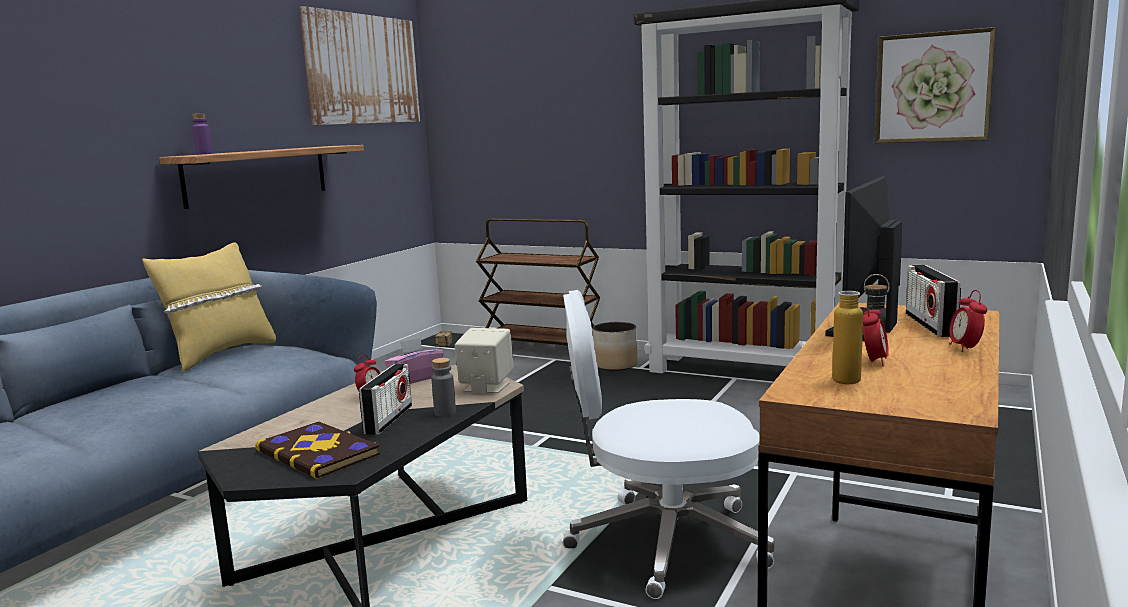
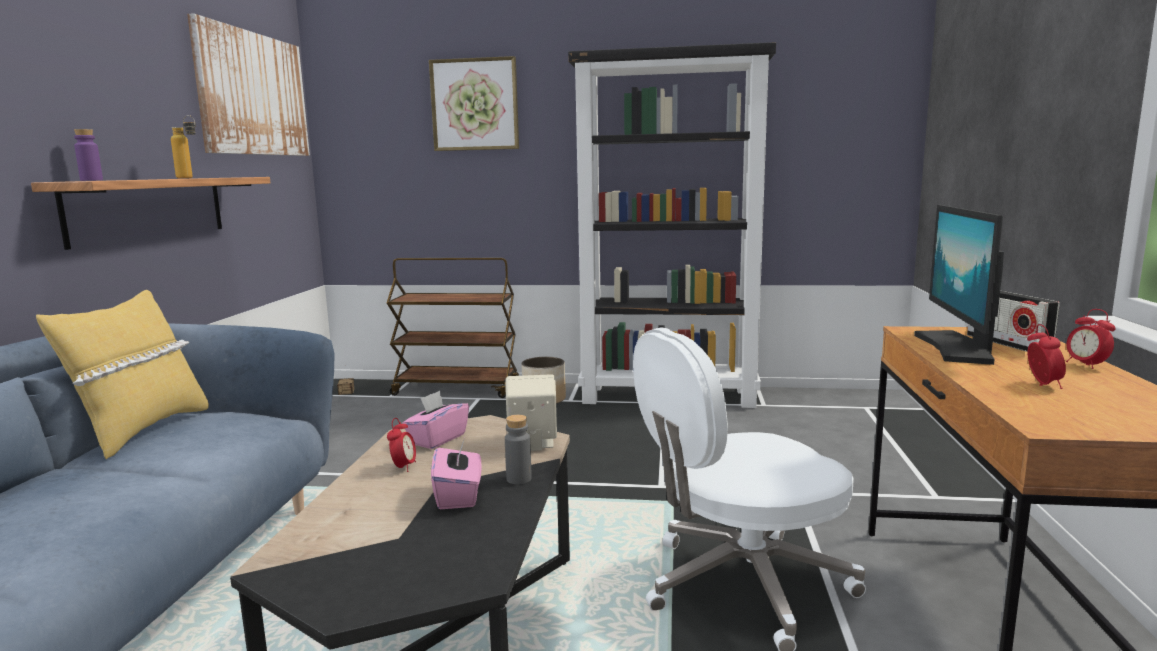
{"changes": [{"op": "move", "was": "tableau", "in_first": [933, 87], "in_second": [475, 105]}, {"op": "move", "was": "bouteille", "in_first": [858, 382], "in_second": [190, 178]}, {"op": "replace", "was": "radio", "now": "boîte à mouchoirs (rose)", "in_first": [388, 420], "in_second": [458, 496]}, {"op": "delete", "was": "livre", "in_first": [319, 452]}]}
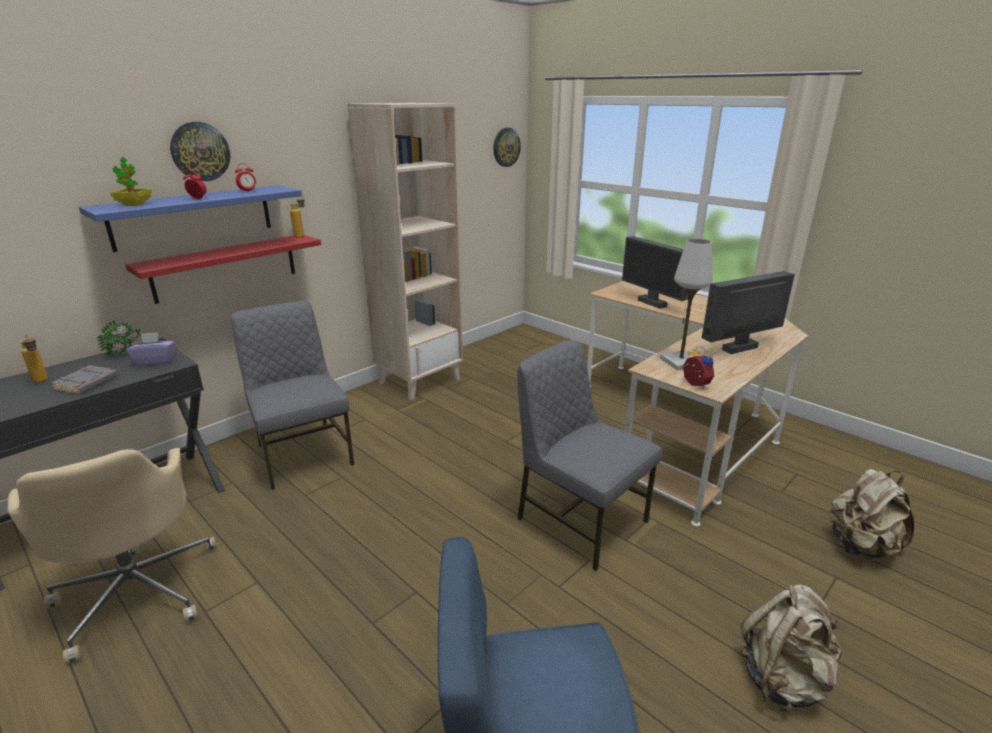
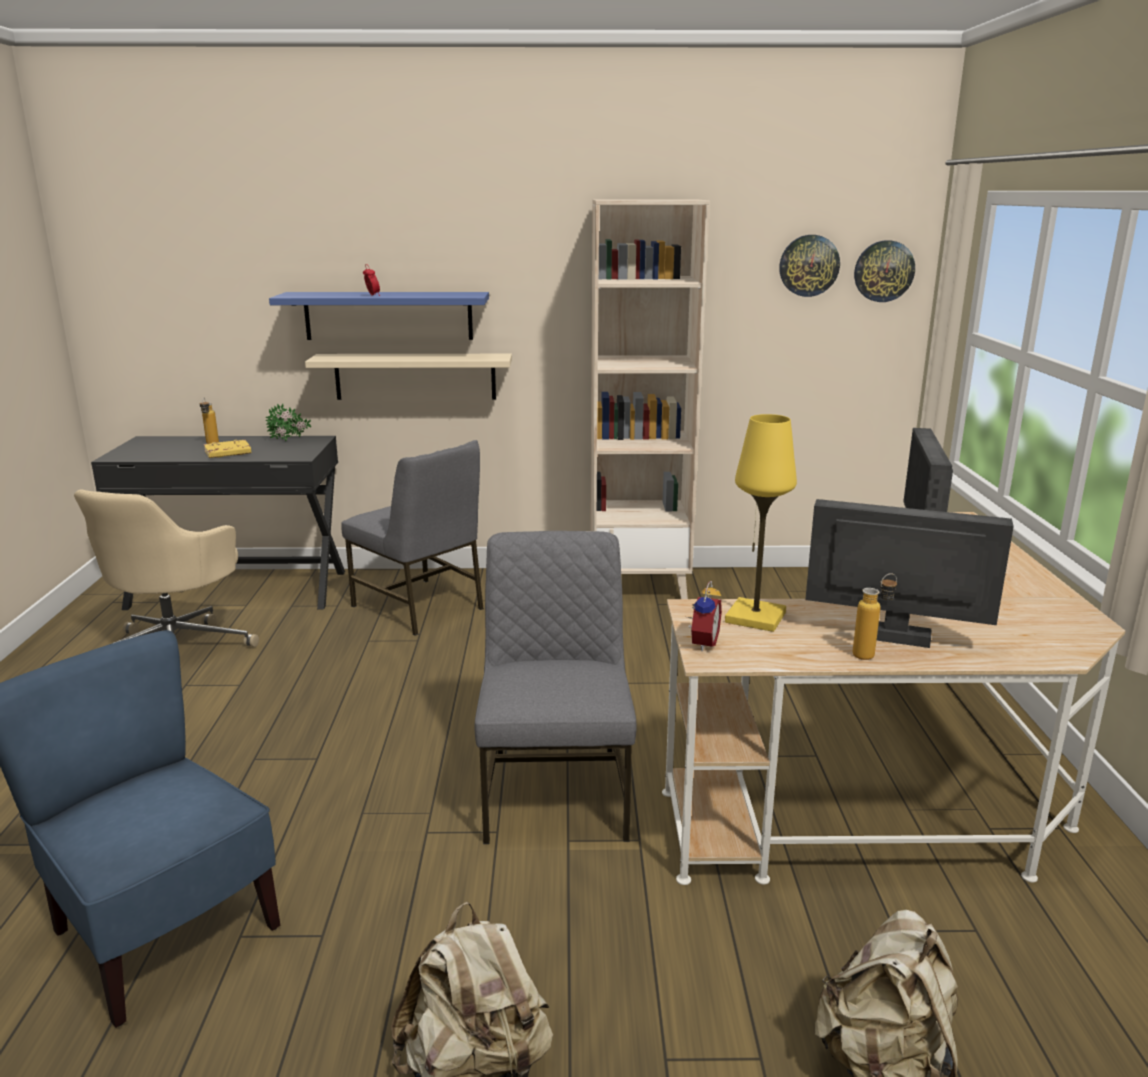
{"changes": [{"op": "move", "was": "horloge murale", "in_first": [200, 151], "in_second": [809, 265]}, {"op": "delete", "was": "plante en pot", "in_first": [134, 204]}, {"op": "delete", "was": "réveil", "in_first": [248, 191]}, {"op": "move", "was": "bouteille", "in_first": [302, 236], "in_second": [870, 654]}, {"op": "recolor", "was": "étagère (rouge)", "now": "étagère (beige)", "in_first": [226, 267], "in_second": [415, 376]}, {"op": "recolor", "was": "lampe de table (blanc)", "now": "lampe de table (jaune)", "in_first": [680, 362], "in_second": [755, 617]}, {"op": "rotate", "was": "chaise (gris)", "in_first": [303, 454], "in_second": [420, 607], "clockwise": 120}, {"op": "delete", "was": "boîte à mouchoirs (violet)", "in_first": [155, 361]}, {"op": "recolor", "was": "livre (gris)", "now": "livre (jaune)", "in_first": [86, 383], "in_second": [227, 453]}]}
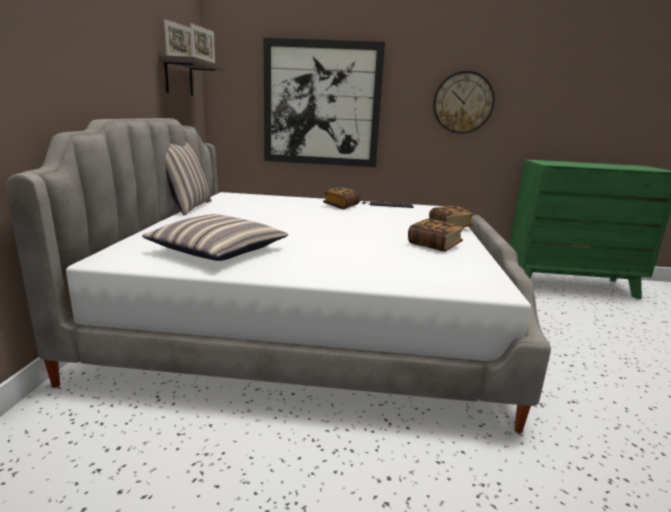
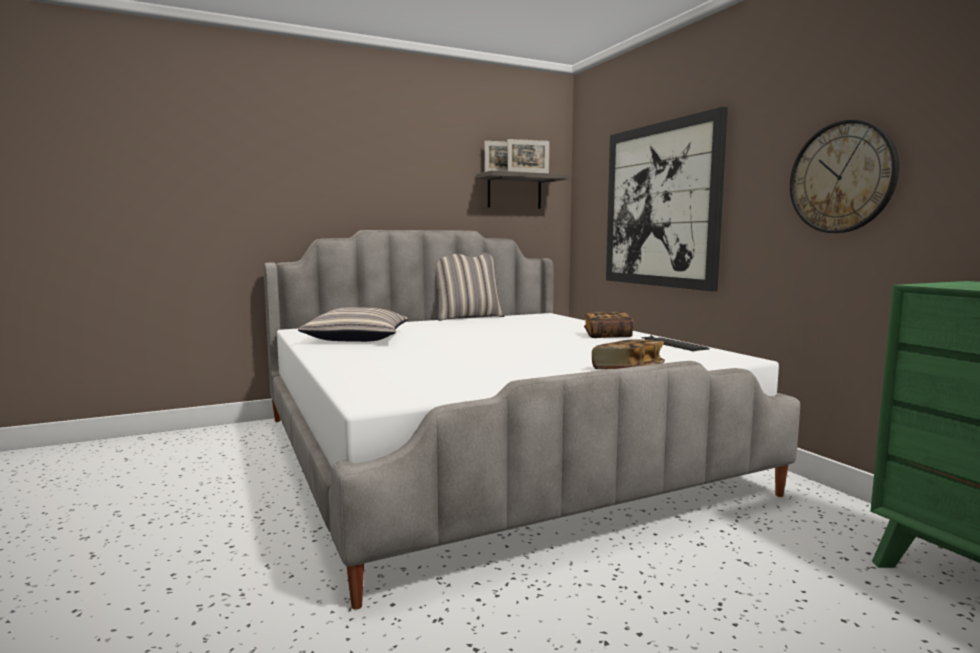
{"changes": [{"op": "delete", "was": "livre", "in_first": [434, 245]}]}
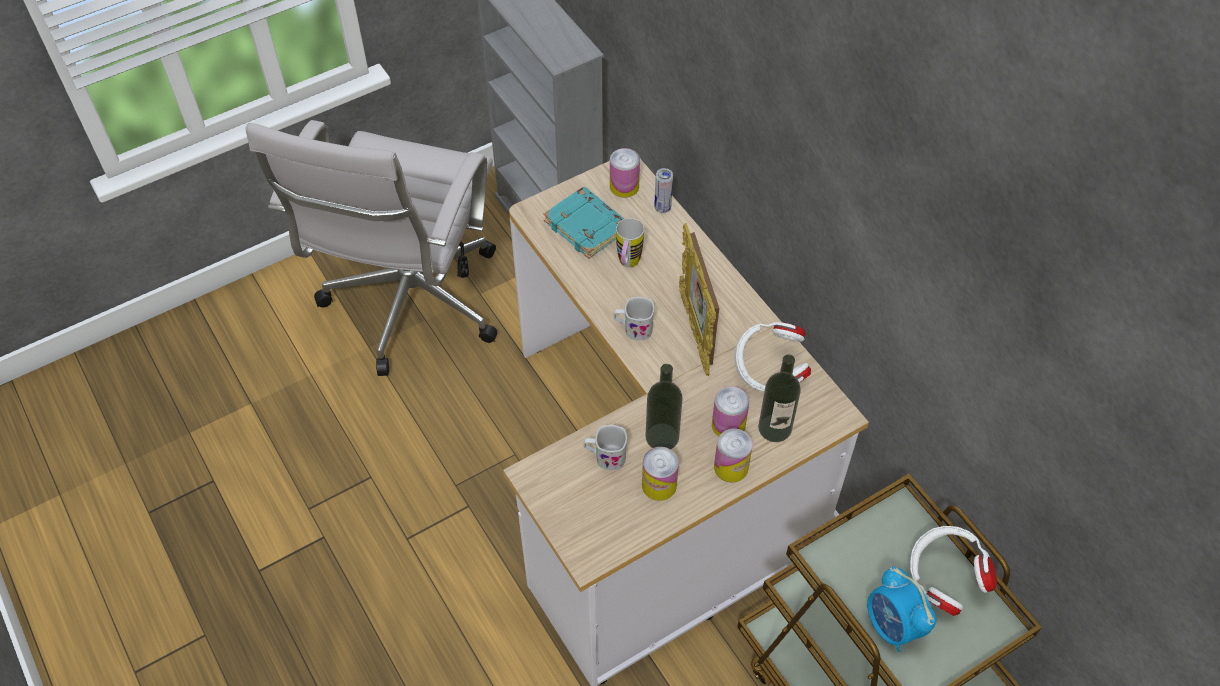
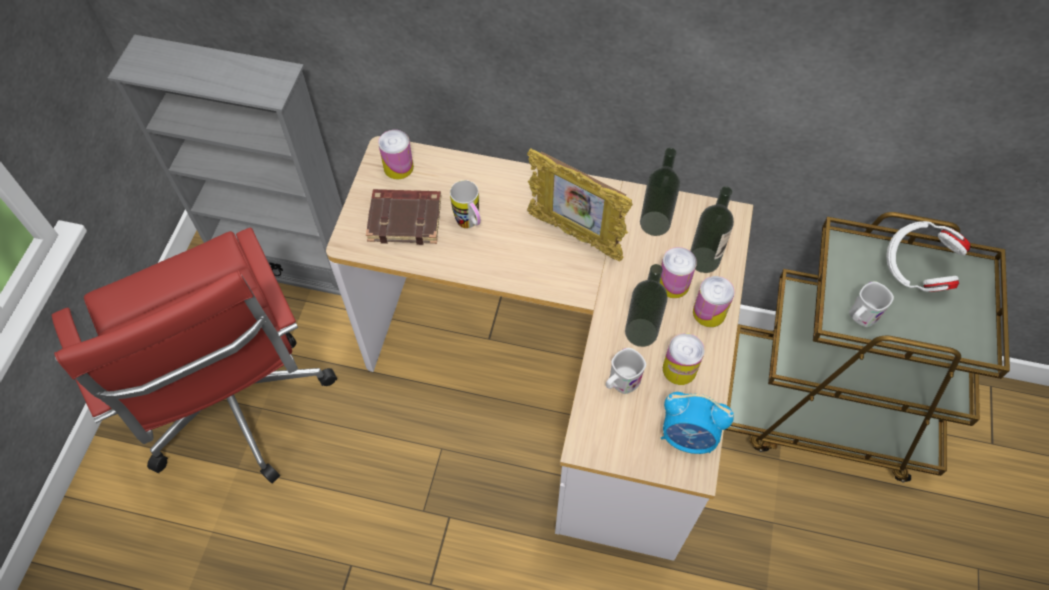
{"changes": [{"op": "recolor", "was": "chaise de bureau (blanc)", "now": "chaise de bureau (rouge)", "in_first": [411, 308], "in_second": [239, 408]}, {"op": "delete", "was": "boîte métallique", "in_first": [662, 208]}, {"op": "recolor", "was": "livre (turquoise)", "now": "livre (marron)", "in_first": [588, 226], "in_second": [406, 219]}, {"op": "move", "was": "mug (blanc)", "in_first": [633, 329], "in_second": [860, 317]}, {"op": "replace", "was": "casque audio (blanc)", "now": "bouteille", "in_first": [768, 372], "in_second": [655, 223]}, {"op": "move", "was": "réveil", "in_first": [892, 626], "in_second": [688, 437]}]}
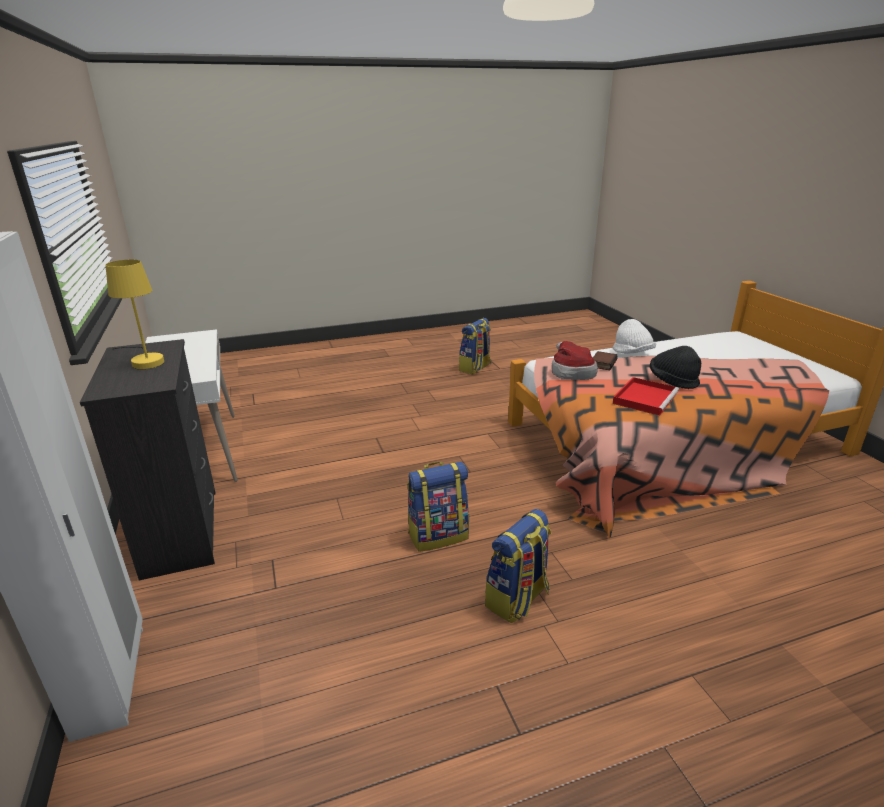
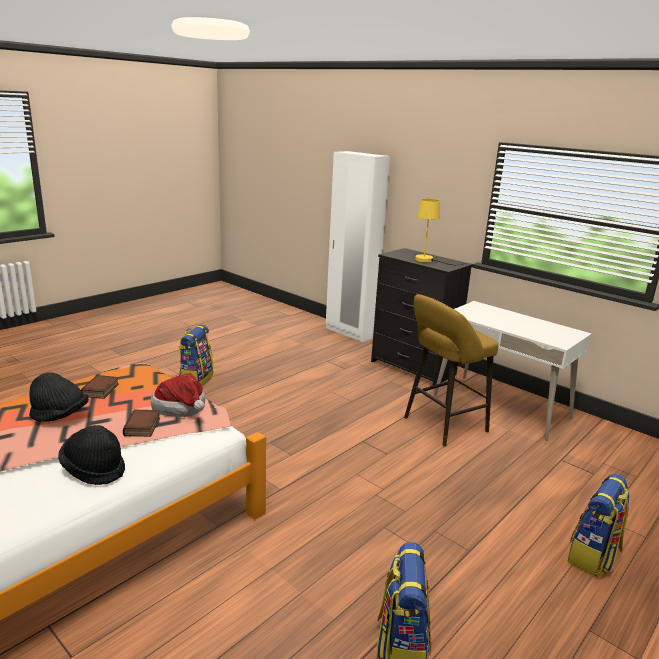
{"changes": [{"op": "recolor", "was": "chapeau (blanc)", "now": "chapeau (noir)", "in_first": [632, 353], "in_second": [94, 469]}, {"op": "replace", "was": "plateau (rouge)", "now": "livre", "in_first": [645, 398], "in_second": [101, 390]}, {"op": "move", "was": "sac à dos", "in_first": [438, 535], "in_second": [593, 556]}, {"op": "insert", "now": "tabouret (jaune)", "in_second": [441, 425]}]}
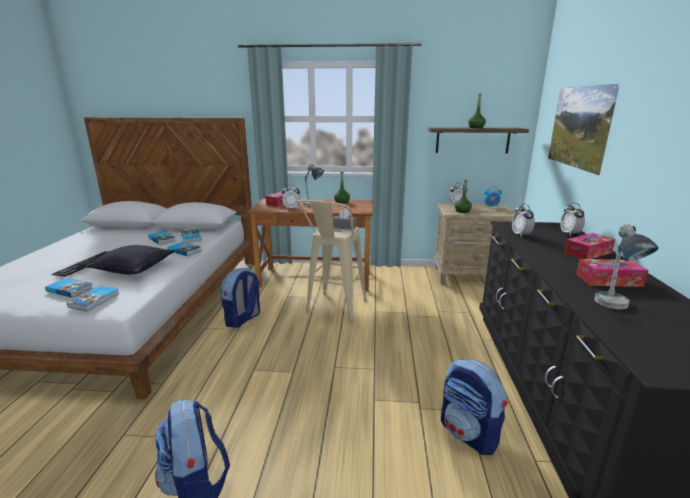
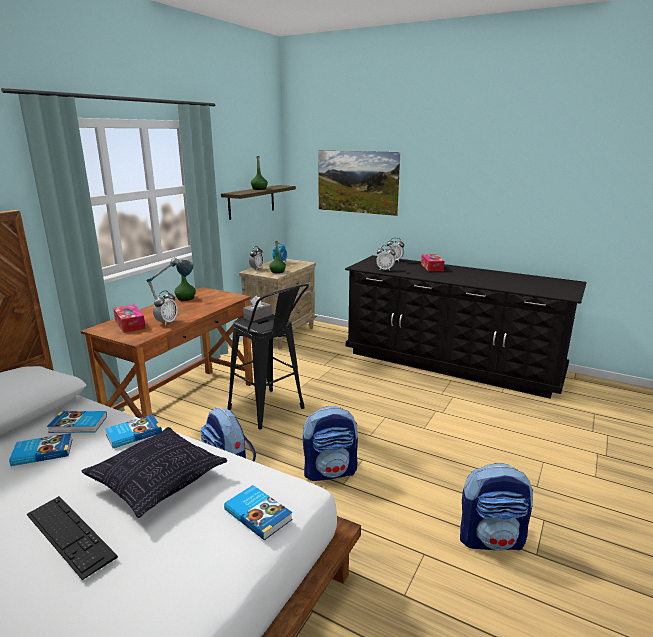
{"changes": [{"op": "recolor", "was": "tabouret (beige)", "now": "tabouret (noir)", "in_first": [334, 310], "in_second": [271, 412]}, {"op": "delete", "was": "lampe de table", "in_first": [613, 308]}, {"op": "delete", "was": "boîte à mouchoirs", "in_first": [608, 280]}, {"op": "delete", "was": "livre", "in_first": [70, 289]}, {"op": "move", "was": "sac à dos", "in_first": [469, 434], "in_second": [330, 471]}]}
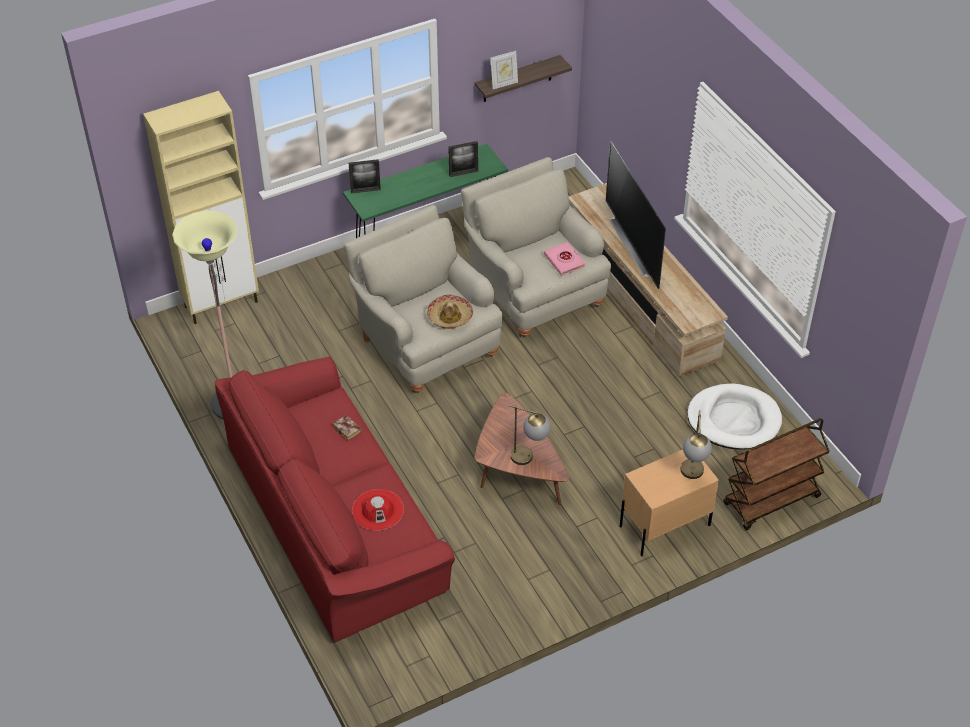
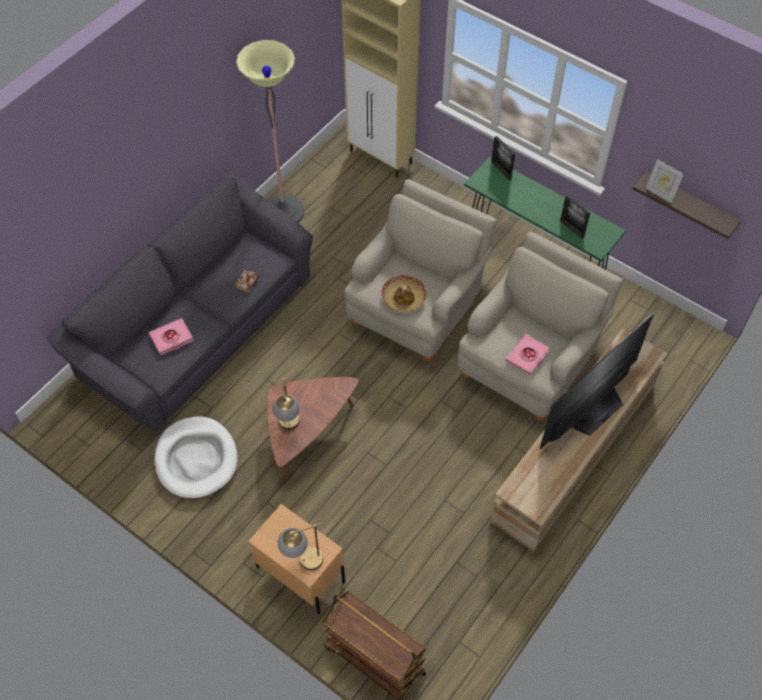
{"changes": [{"op": "recolor", "was": "canapé (rouge)", "now": "canapé (gris)", "in_first": [336, 519], "in_second": [197, 327]}, {"op": "move", "was": "panier pour chien (blanc)", "in_first": [733, 420], "in_second": [196, 459]}, {"op": "replace", "was": "chapeau (rouge)", "now": "livre (rose)", "in_first": [378, 510], "in_second": [171, 338]}]}
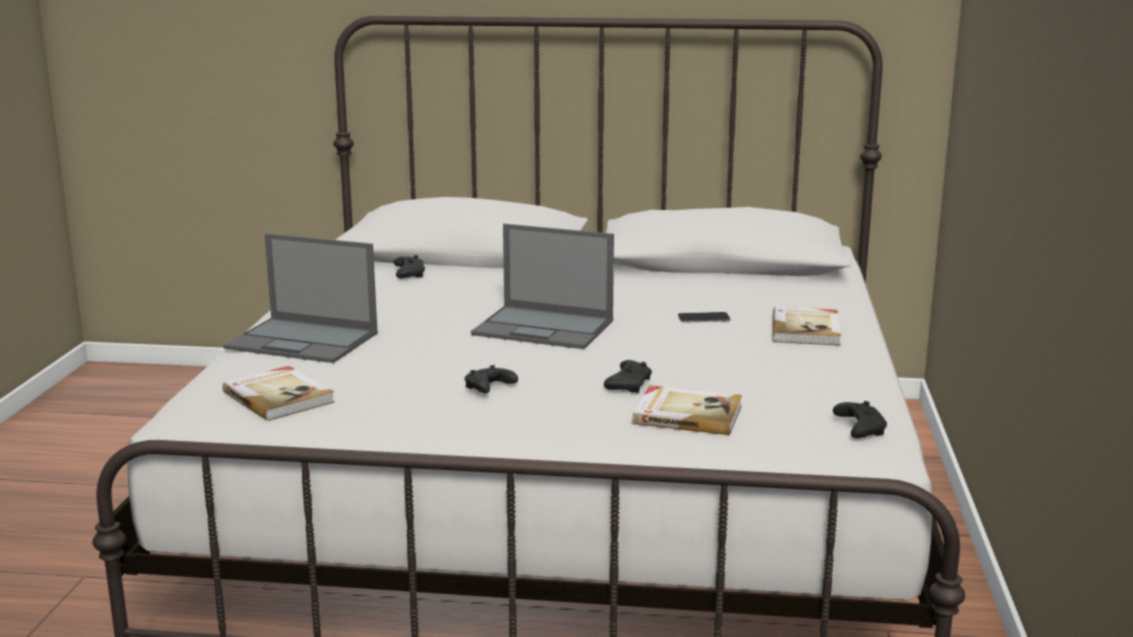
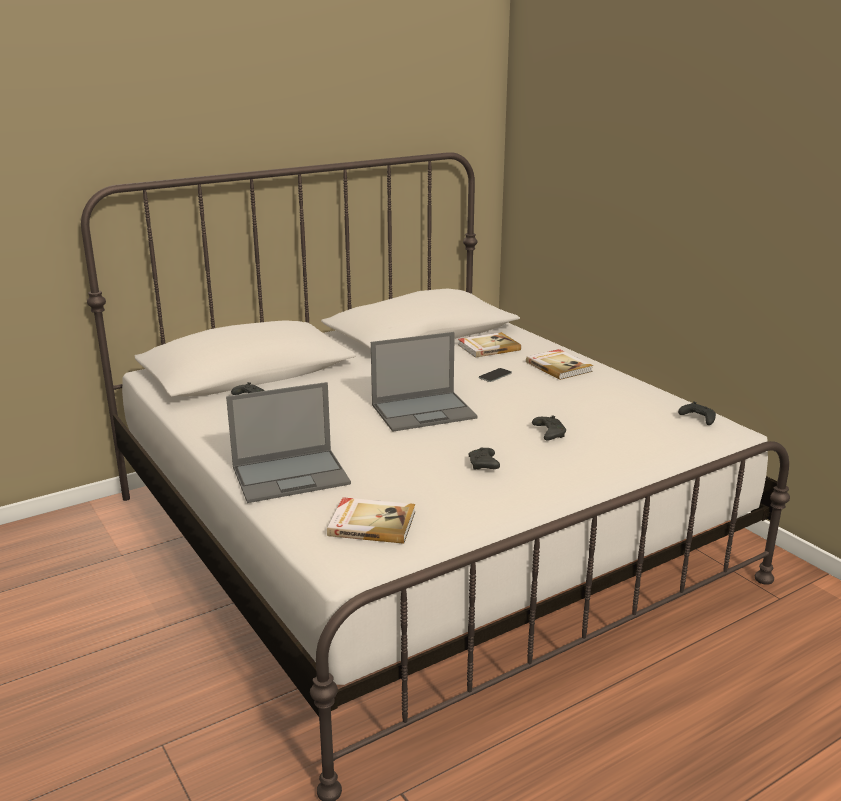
{"changes": [{"op": "move", "was": "livre", "in_first": [687, 414], "in_second": [488, 347]}]}
